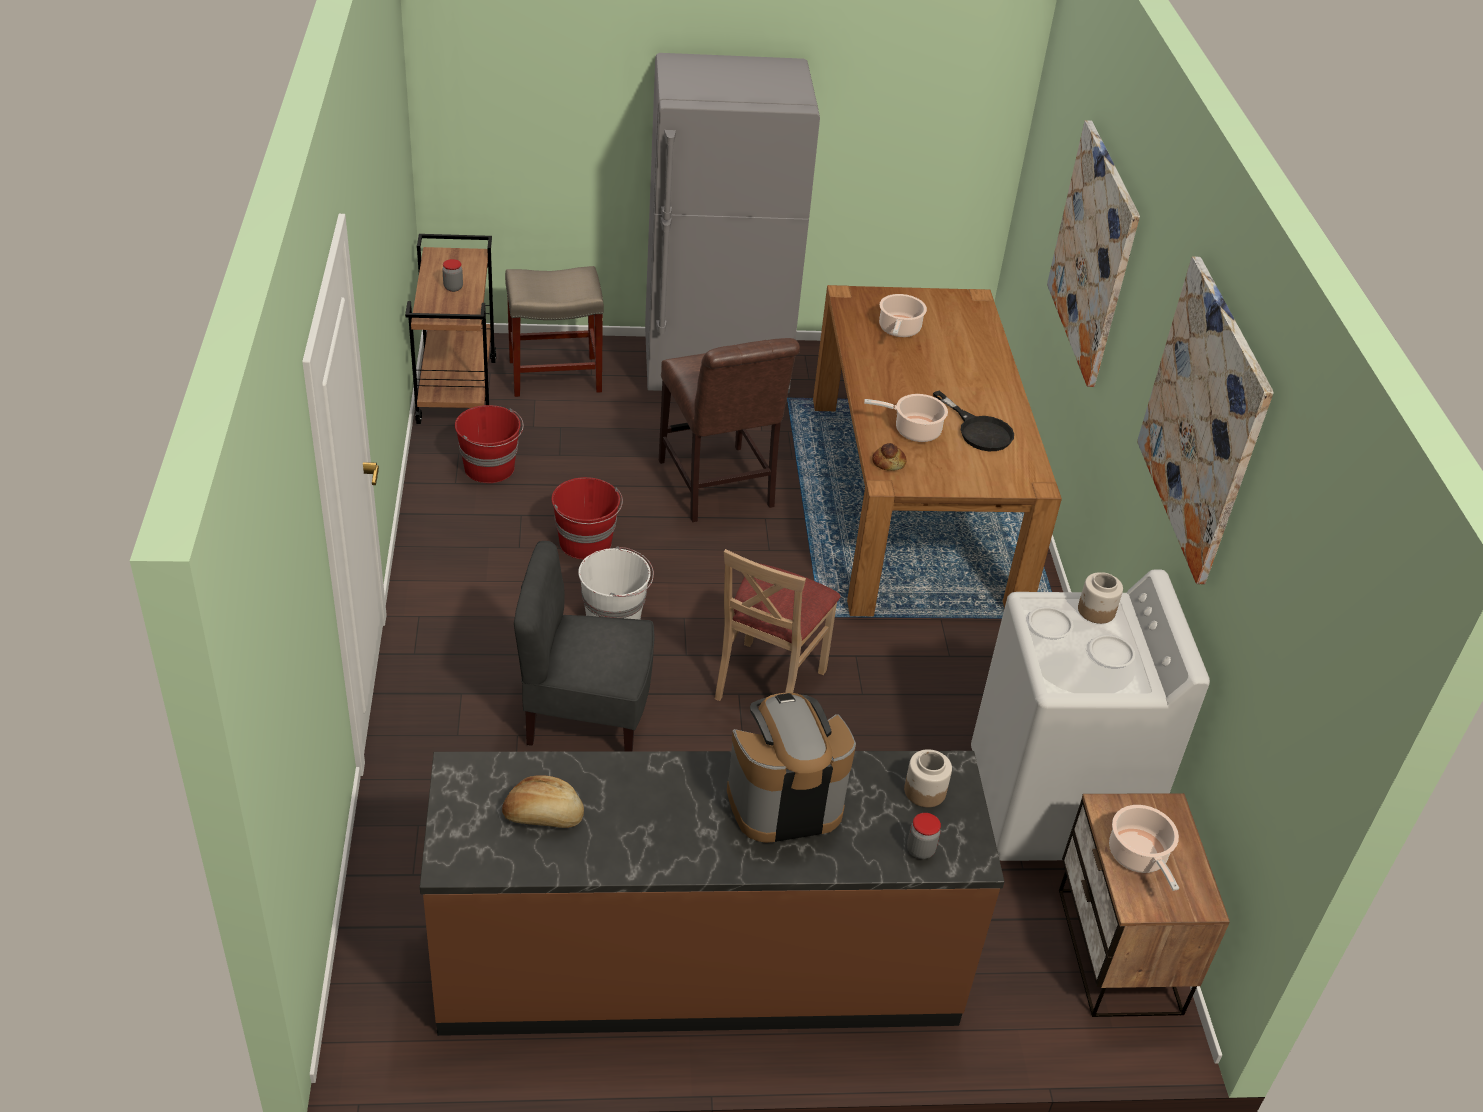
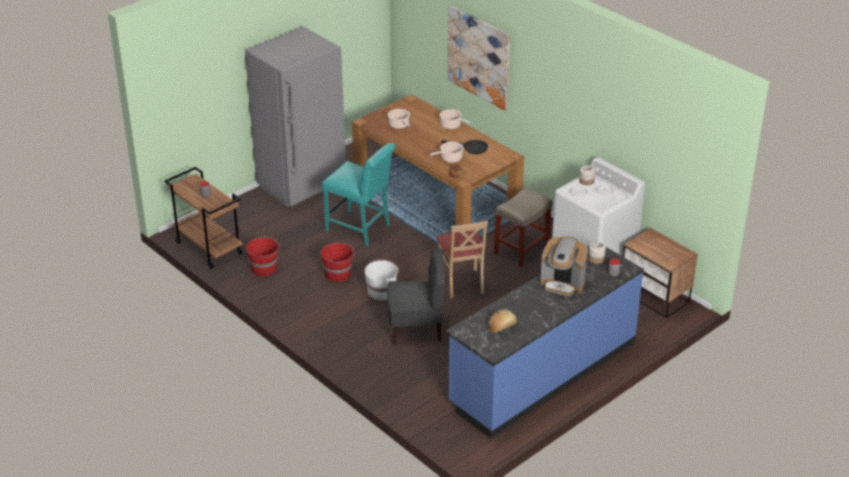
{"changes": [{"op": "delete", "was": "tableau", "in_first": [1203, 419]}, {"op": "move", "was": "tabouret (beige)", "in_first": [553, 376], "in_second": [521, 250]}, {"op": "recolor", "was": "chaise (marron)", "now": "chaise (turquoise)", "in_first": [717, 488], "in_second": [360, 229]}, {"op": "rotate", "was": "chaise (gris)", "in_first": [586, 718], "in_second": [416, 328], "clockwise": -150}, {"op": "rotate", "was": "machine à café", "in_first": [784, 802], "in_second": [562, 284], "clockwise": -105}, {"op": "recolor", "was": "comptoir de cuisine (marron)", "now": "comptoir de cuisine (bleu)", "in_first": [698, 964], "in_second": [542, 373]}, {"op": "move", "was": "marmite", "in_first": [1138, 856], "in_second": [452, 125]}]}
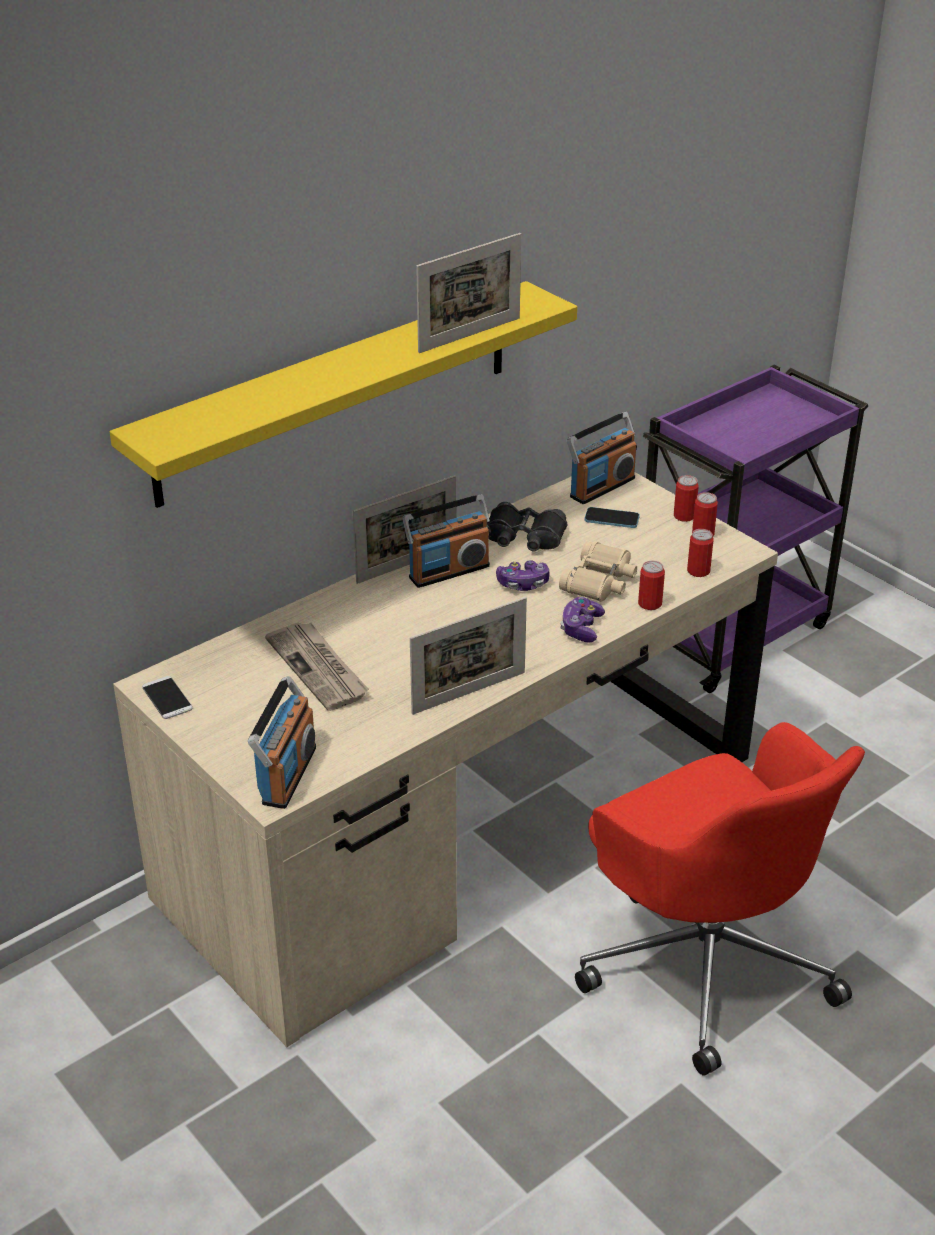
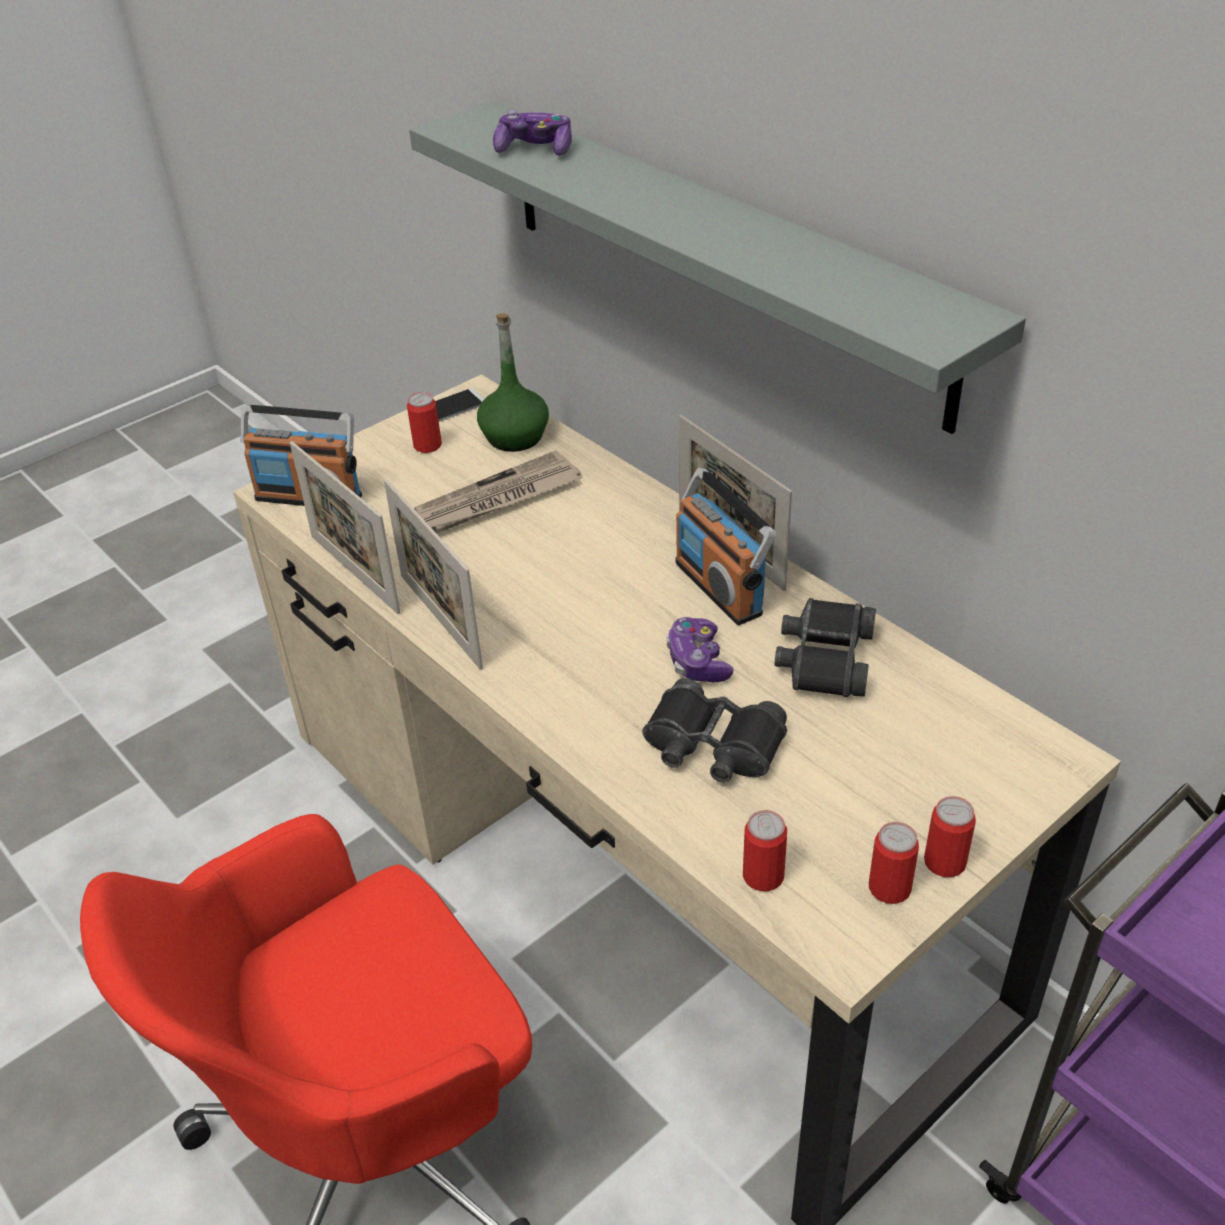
{"changes": [{"op": "move", "was": "cadre photo", "in_first": [469, 335], "in_second": [354, 574]}, {"op": "recolor", "was": "étagère (jaune)", "now": "étagère (gris)", "in_first": [336, 392], "in_second": [715, 255]}, {"op": "delete", "was": "radio", "in_first": [601, 487]}, {"op": "delete", "was": "téléphone", "in_first": [611, 519]}, {"op": "recolor", "was": "jumelles (beige)", "now": "jumelles (noir)", "in_first": [600, 582], "in_second": [713, 746]}, {"op": "move", "was": "boîte métallique", "in_first": [649, 604], "in_second": [427, 445]}, {"op": "move", "was": "manette", "in_first": [581, 628], "in_second": [535, 149]}, {"op": "insert", "now": "bouteille (vert)", "in_second": [515, 437]}]}
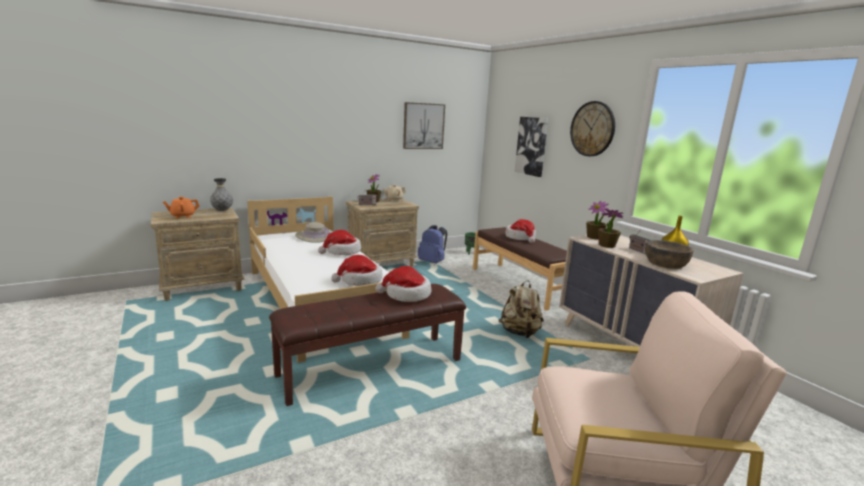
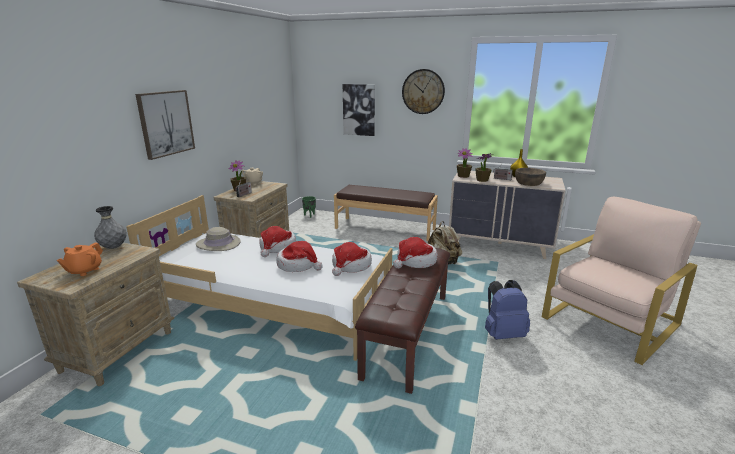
{"changes": [{"op": "move", "was": "tableau", "in_first": [423, 126], "in_second": [166, 123]}, {"op": "move", "was": "chapeau", "in_first": [521, 238], "in_second": [298, 265]}, {"op": "move", "was": "sac à dos (bleu)", "in_first": [432, 262], "in_second": [503, 334]}]}
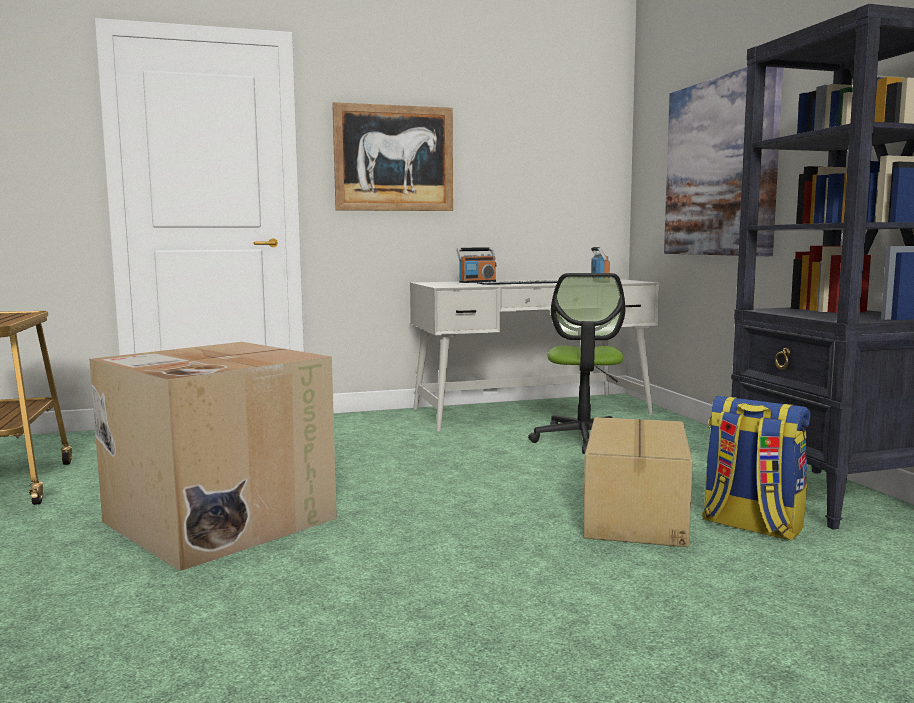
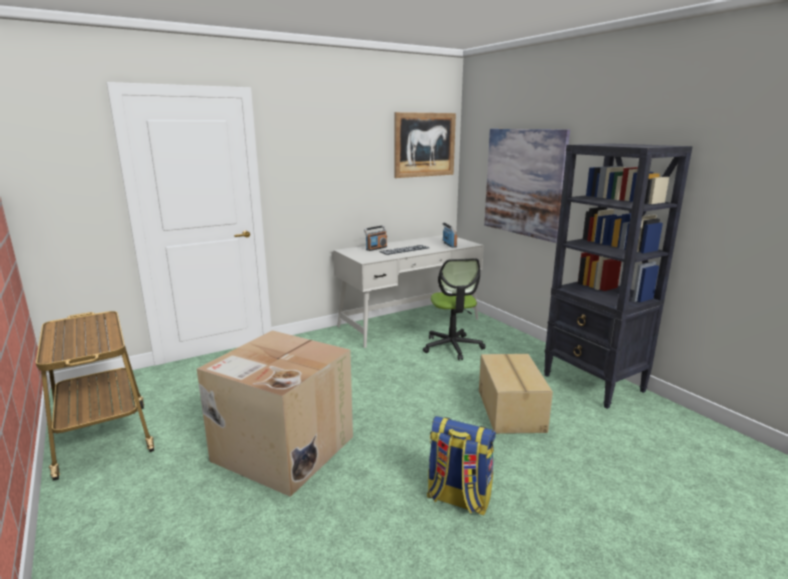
{"changes": [{"op": "move", "was": "tableau", "in_first": [394, 158], "in_second": [424, 145]}, {"op": "move", "was": "sac à dos", "in_first": [750, 526], "in_second": [458, 498]}]}
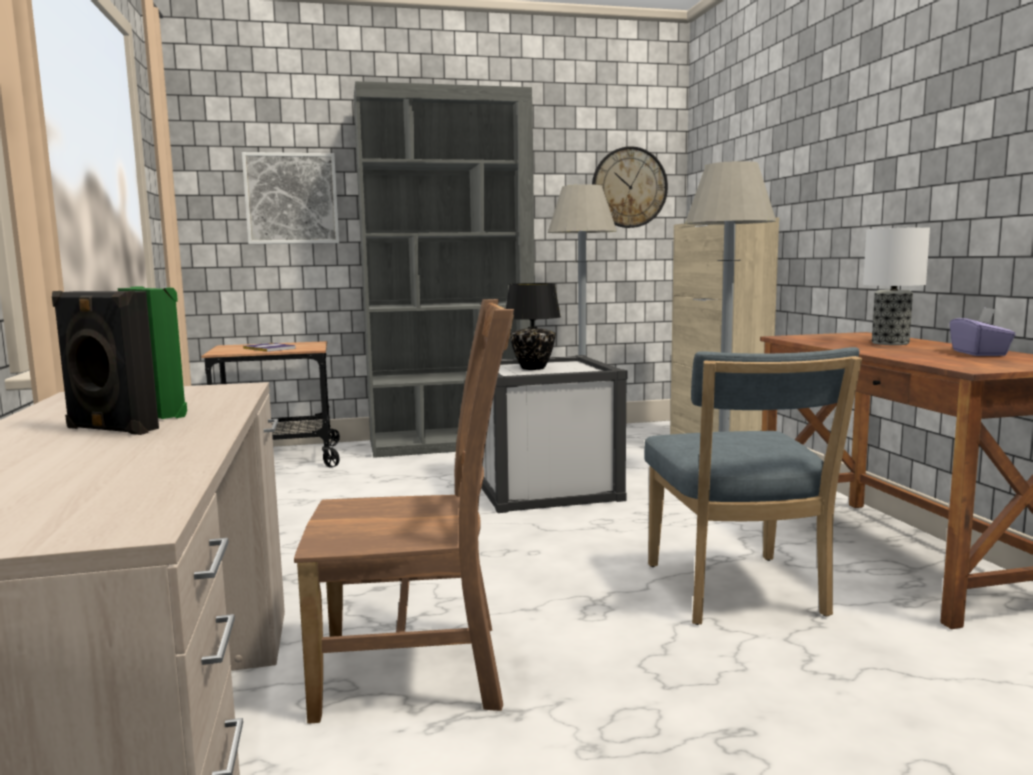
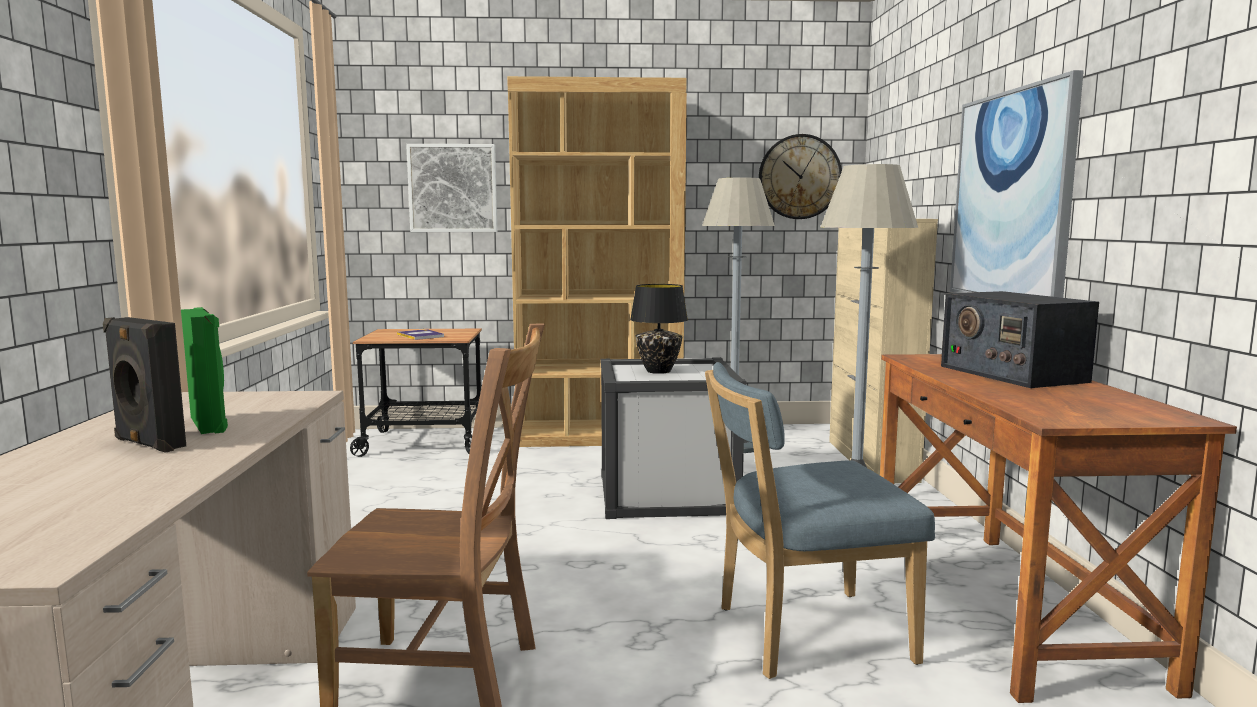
{"changes": [{"op": "recolor", "was": "bibliothèque (gris)", "now": "bibliothèque (marron)", "in_first": [452, 444], "in_second": [600, 437]}, {"op": "replace", "was": "lampe de table", "now": "radio", "in_first": [891, 343], "in_second": [1011, 374]}, {"op": "delete", "was": "boîte à mouchoirs (violet)", "in_first": [979, 353]}, {"op": "rotate", "was": "chaise (bleu)", "in_first": [737, 593], "in_second": [803, 634], "clockwise": 75}, {"op": "insert", "now": "tableau", "in_second": [1011, 197]}]}
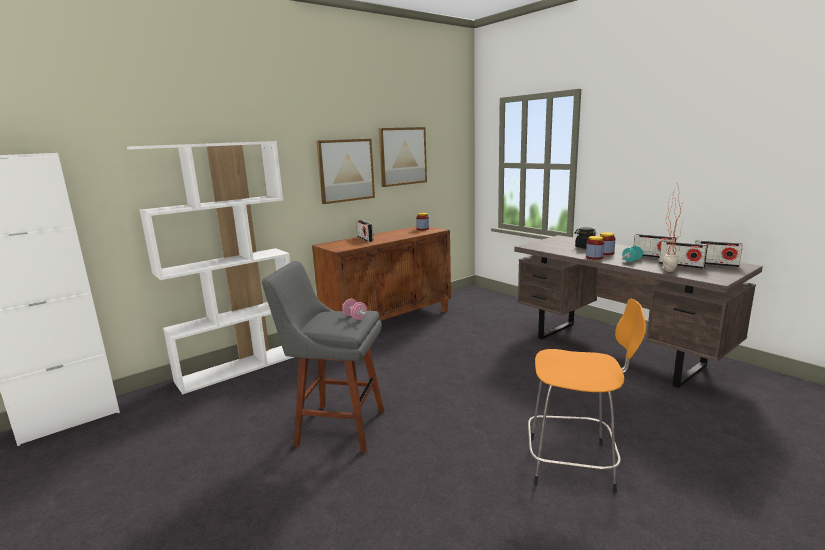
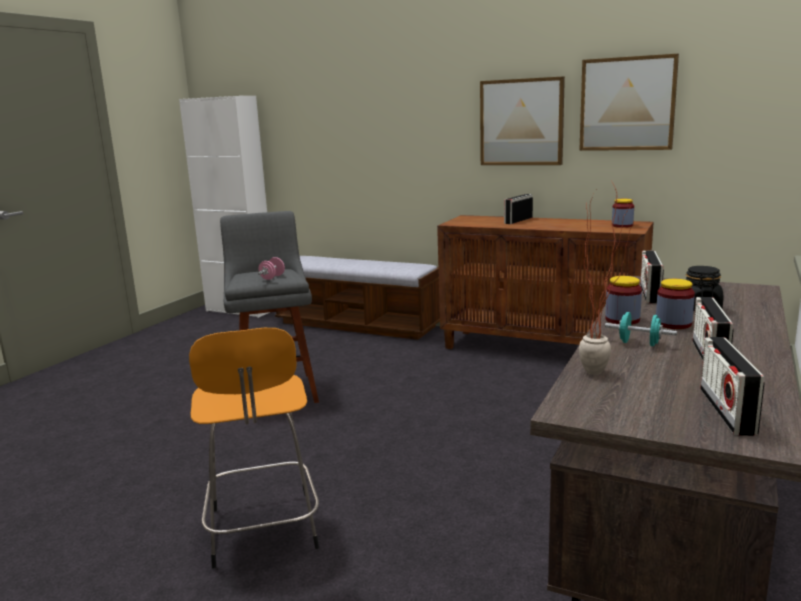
{"changes": [{"op": "replace", "was": "bibliothèque (blanc)", "now": "banc", "in_first": [240, 367], "in_second": [357, 325]}, {"op": "move", "was": "radio", "in_first": [681, 265], "in_second": [650, 294]}]}
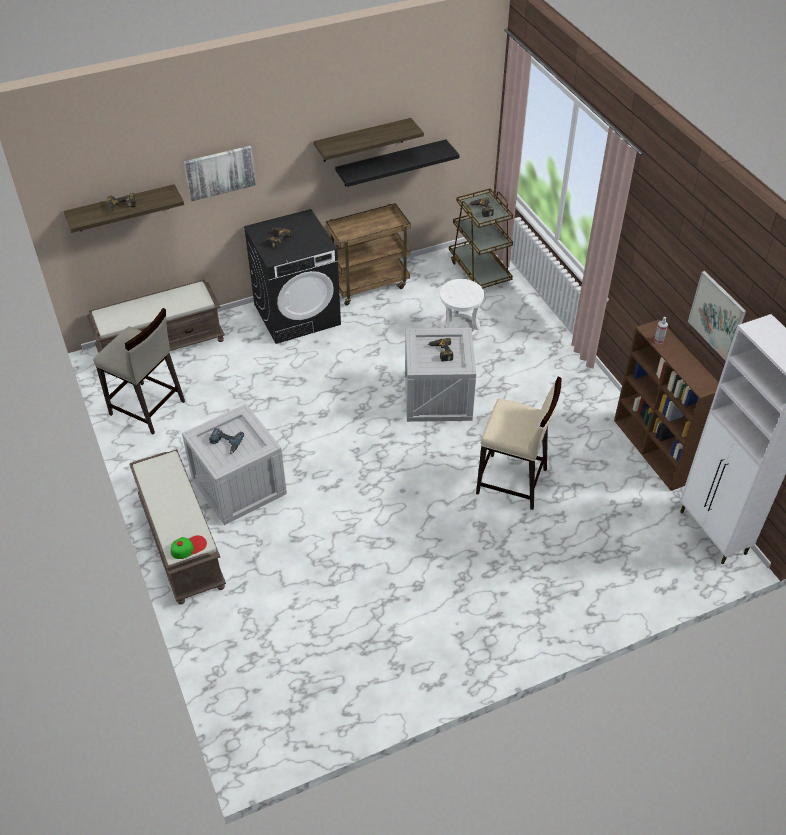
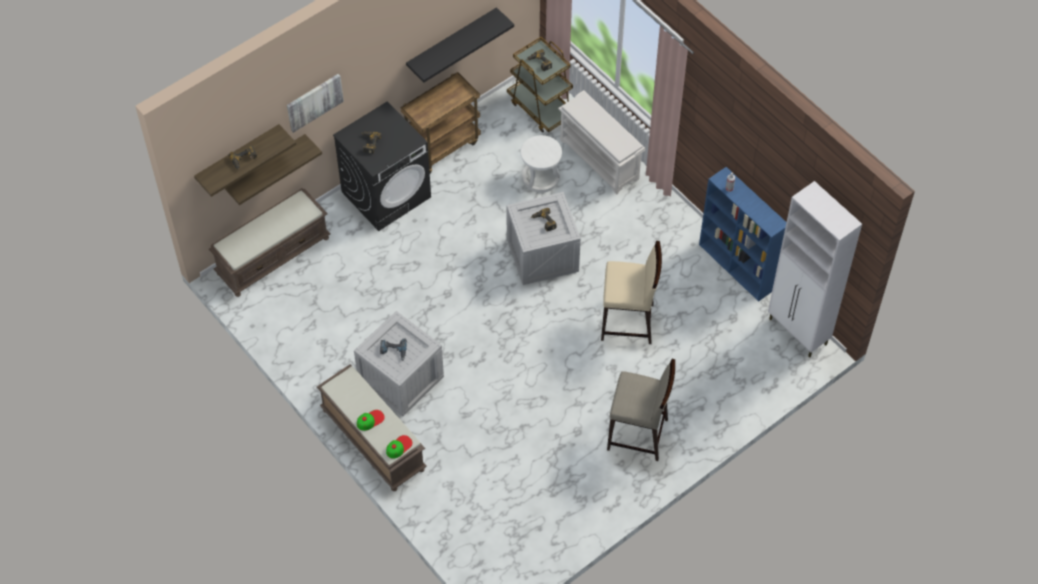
{"changes": [{"op": "move", "was": "étagère", "in_first": [363, 140], "in_second": [265, 166]}, {"op": "delete", "was": "tableau", "in_first": [717, 316]}, {"op": "move", "was": "tabouret (beige)", "in_first": [147, 408], "in_second": [638, 435]}, {"op": "recolor", "was": "bibliothèque (marron)", "now": "bibliothèque (bleu)", "in_first": [653, 451], "in_second": [737, 267]}, {"op": "insert", "now": "étagère à chaussures (blanc)", "in_second": [600, 160]}, {"op": "insert", "now": "casquette", "in_second": [370, 420]}]}
